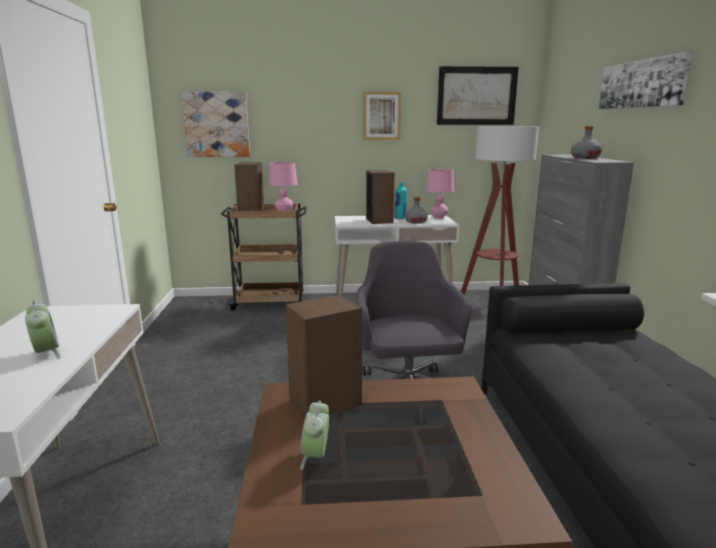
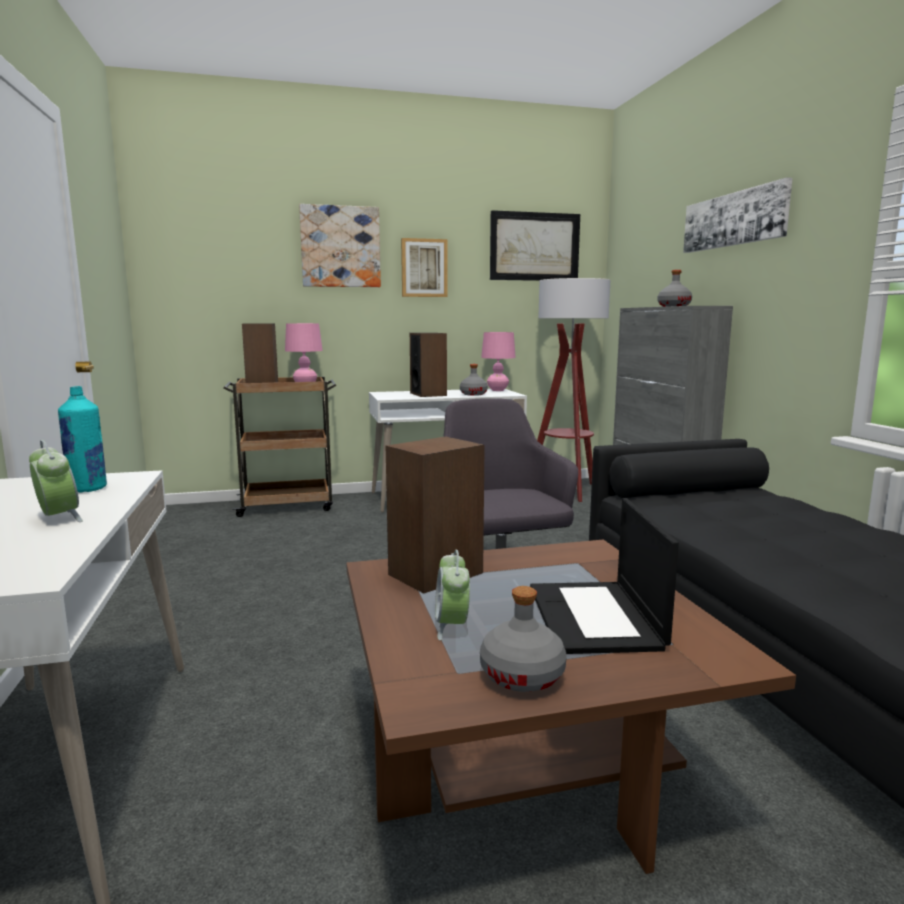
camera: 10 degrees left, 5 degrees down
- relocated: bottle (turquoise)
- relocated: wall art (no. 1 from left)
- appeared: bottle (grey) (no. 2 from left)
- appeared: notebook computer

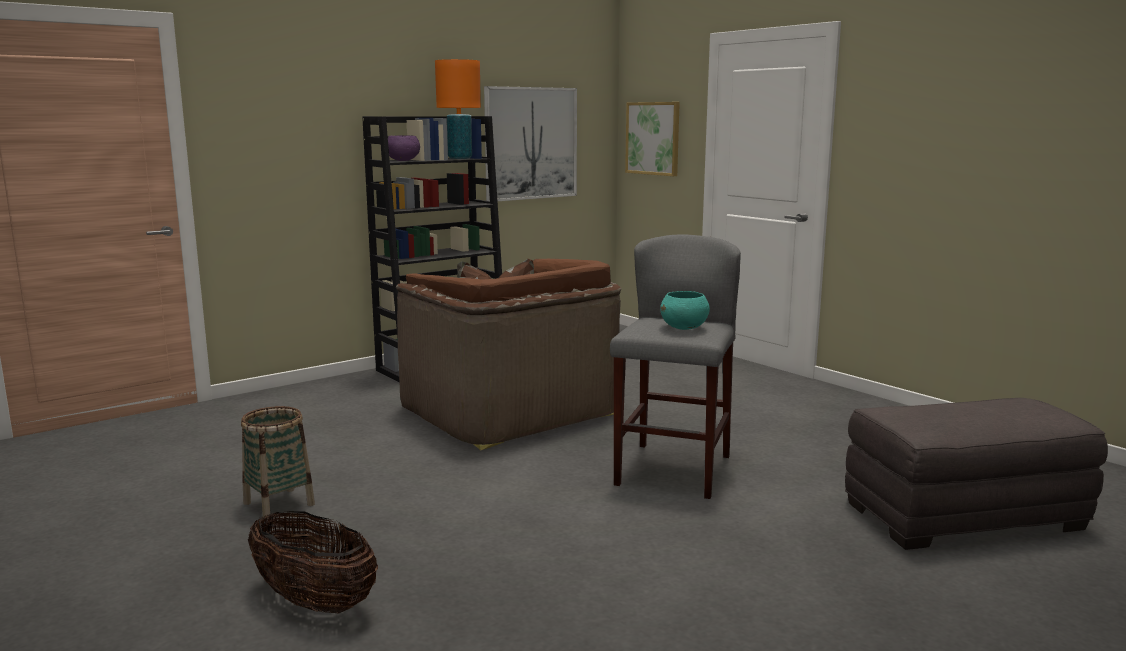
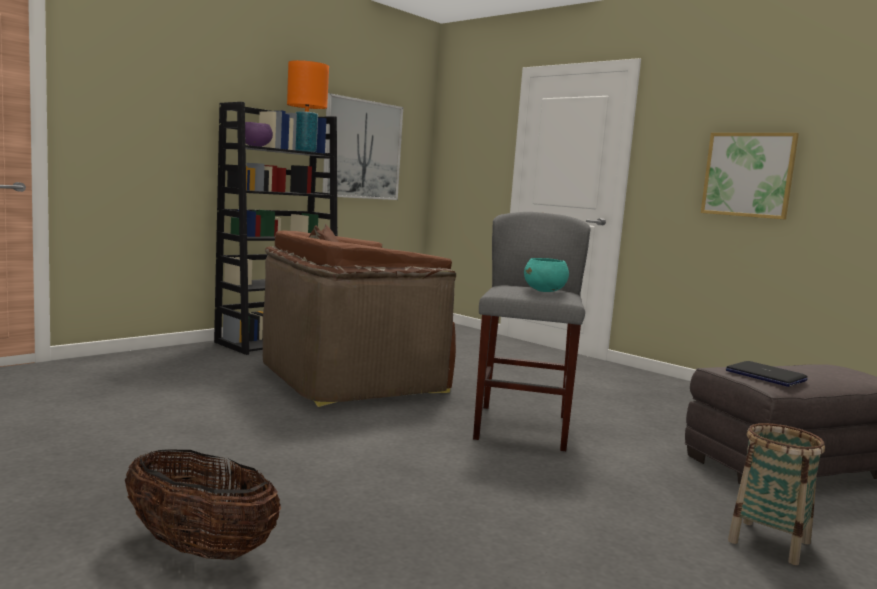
camera: 10 degrees left, 5 degrees down
- spun: armchair (brownish) 105 degrees clockwise
- relocated: wall art (no. 2 from left)
- appeared: notebook computer
- relocated: storage basket (no. 1 from left in the first image) to storage basket (no. 2 from left)

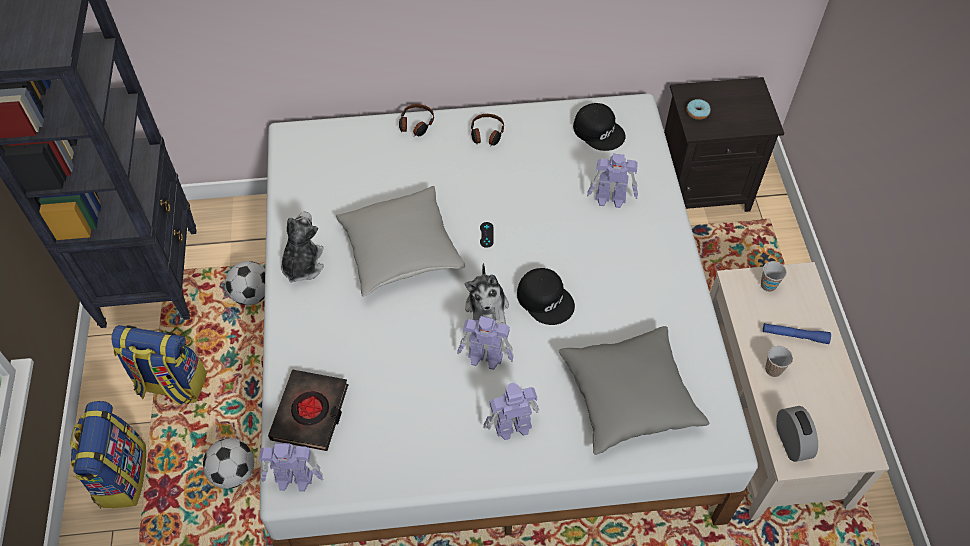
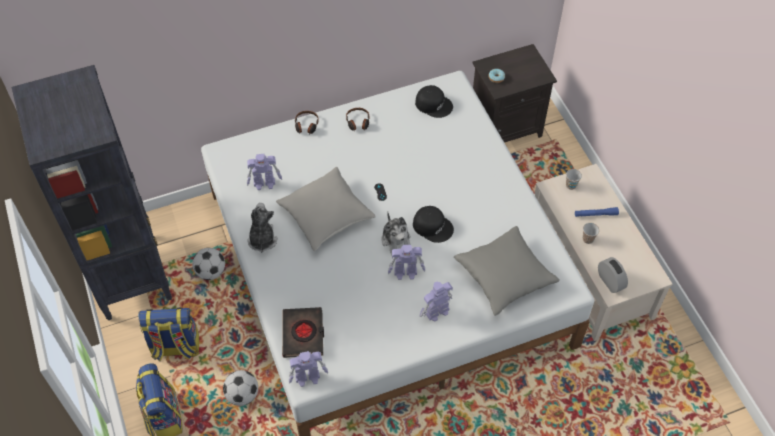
camera: 15 degrees left, 0 degrees up
- relocated: robot figure (no. 4 from left in the first image) to robot figure (no. 1 from left)

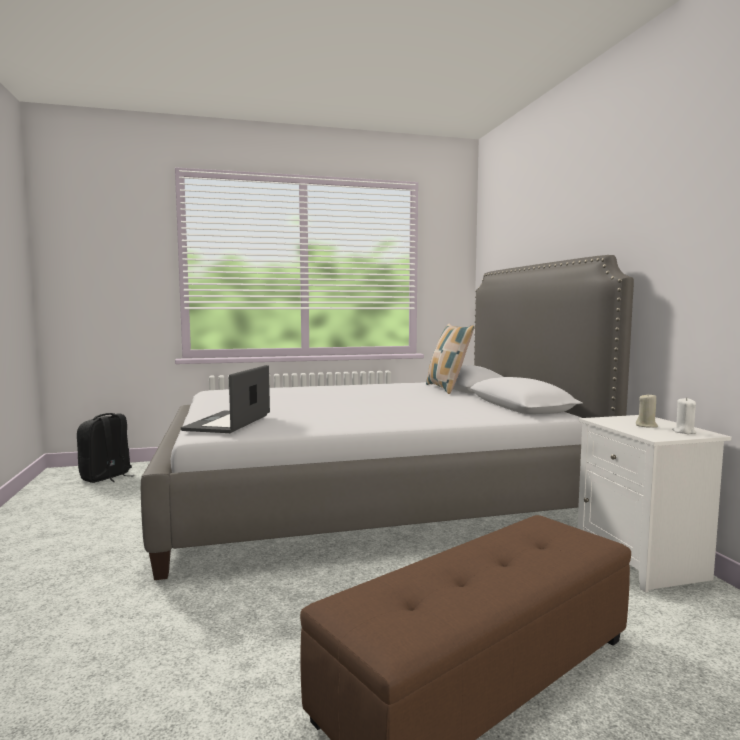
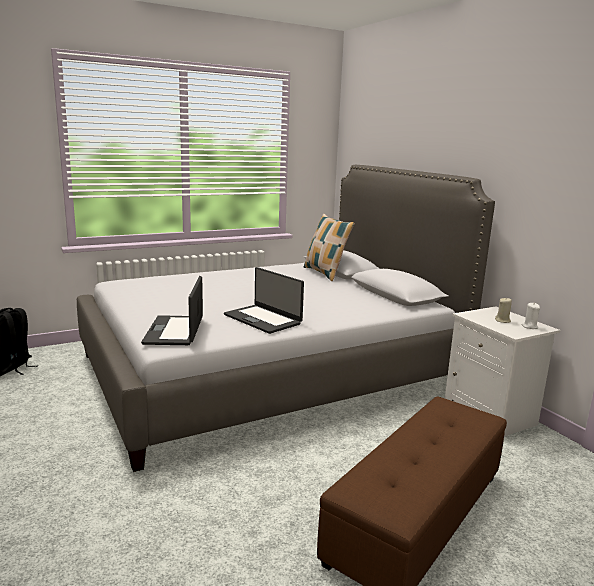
camera: 15 degrees left, 10 degrees up
- appeared: notebook computer (no. 2 from left)

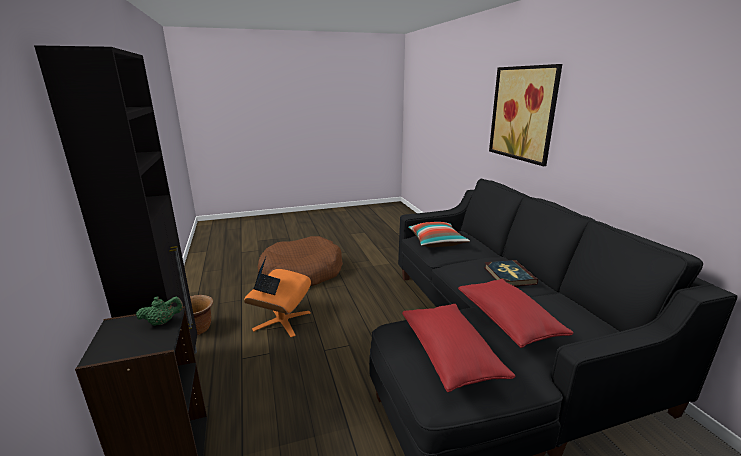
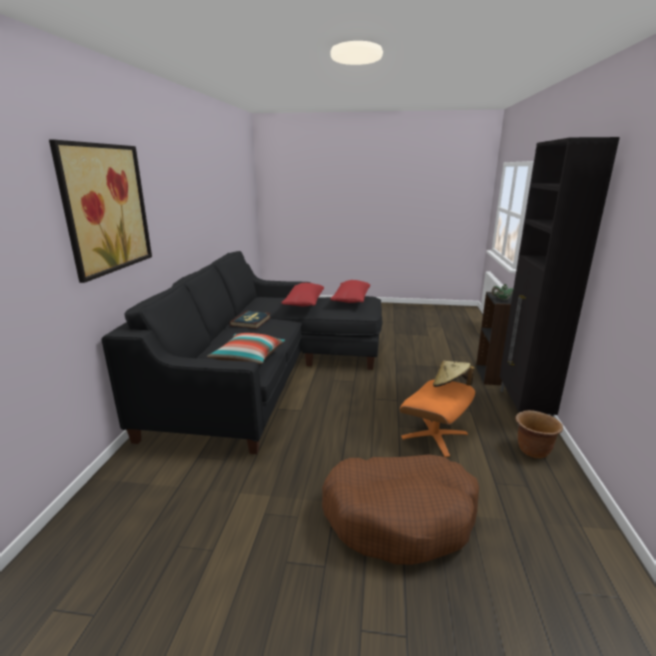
camera: 155 degrees left, 0 degrees up
- exchanged: notebook computer to hat (beige)

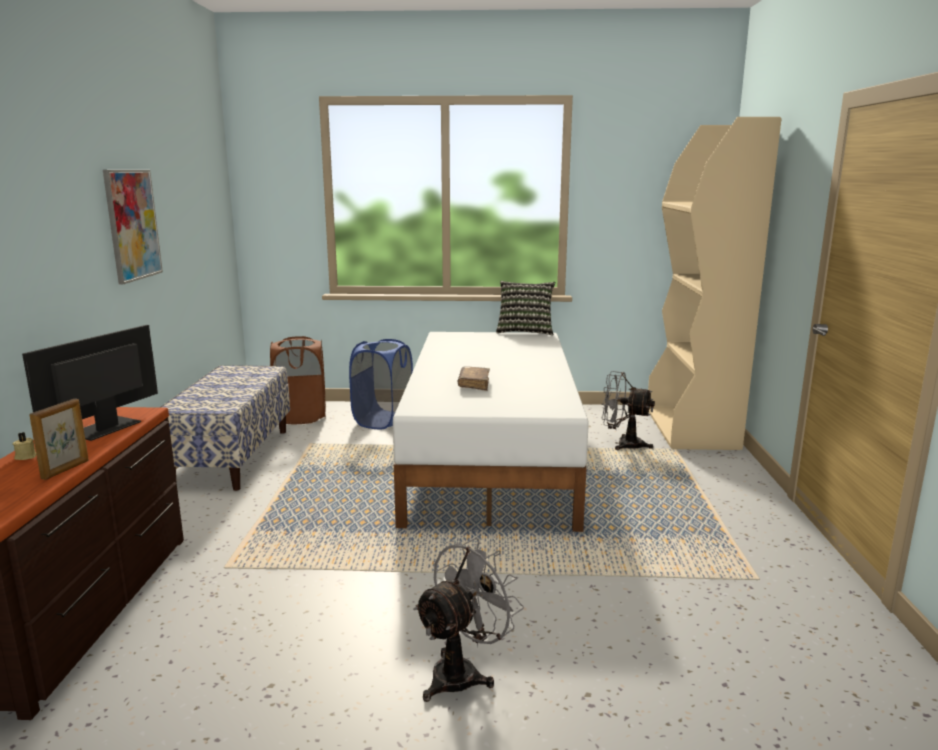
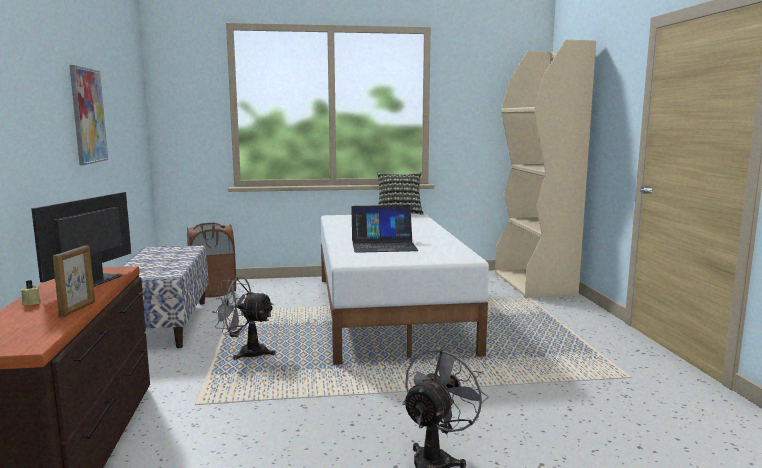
camera: 10 degrees left, 5 degrees down
- relocated: fan (grey) (no. 2 from left in the first image) to fan (grey) (no. 1 from left)
- exchanged: book (brownish) to notebook computer
- missing: washing basket (blue-coloured)

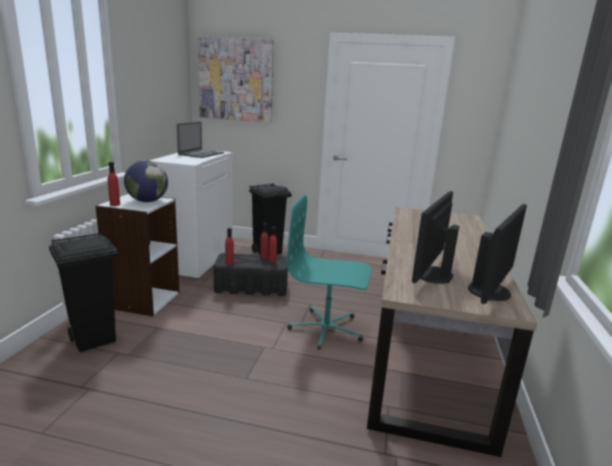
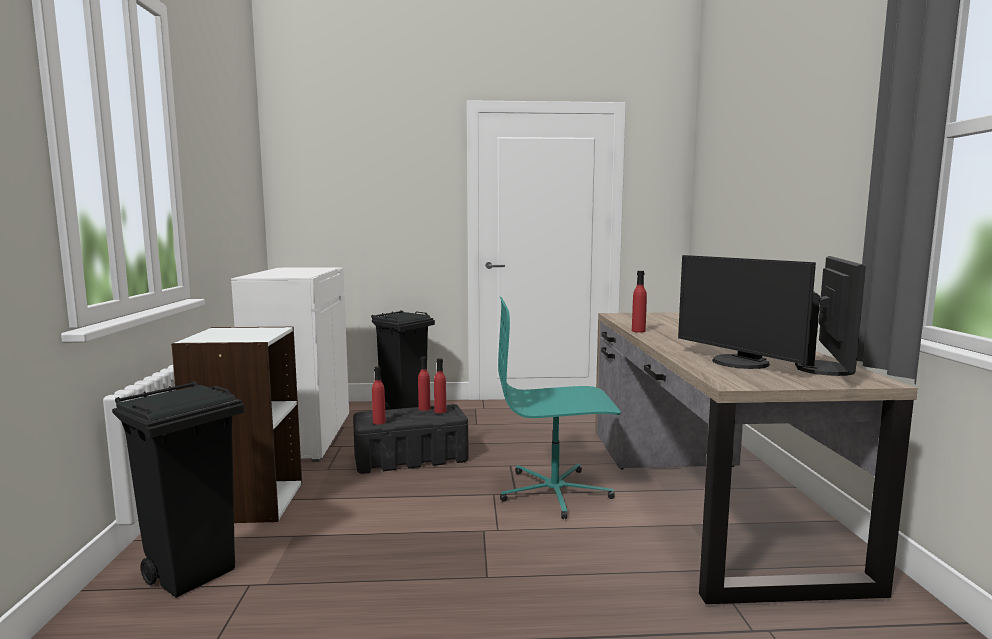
camera: 15 degrees left, 10 degrees down
- relocated: bottle (red) (no. 1 from left in the first image) to bottle (red) (no. 4 from left)
- spun: monitor (no. 1 from left) 45 degrees counterclockwise
- missing: world globe
- missing: notebook computer
- missing: wall art

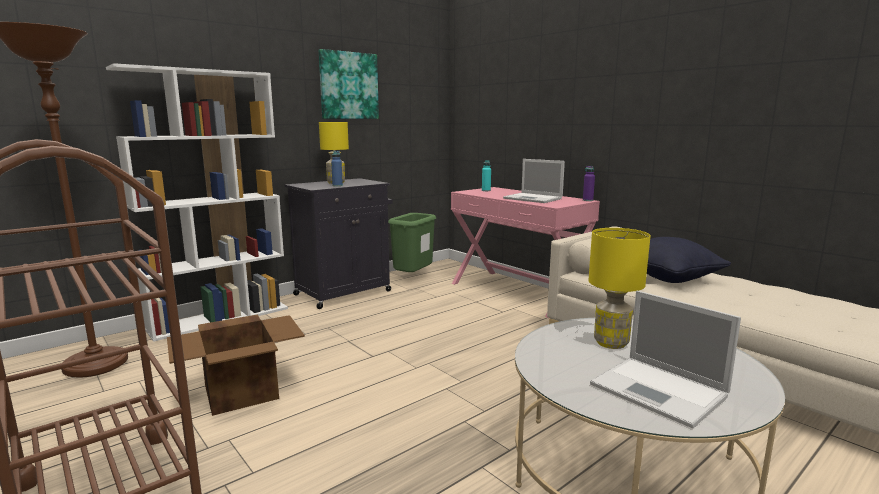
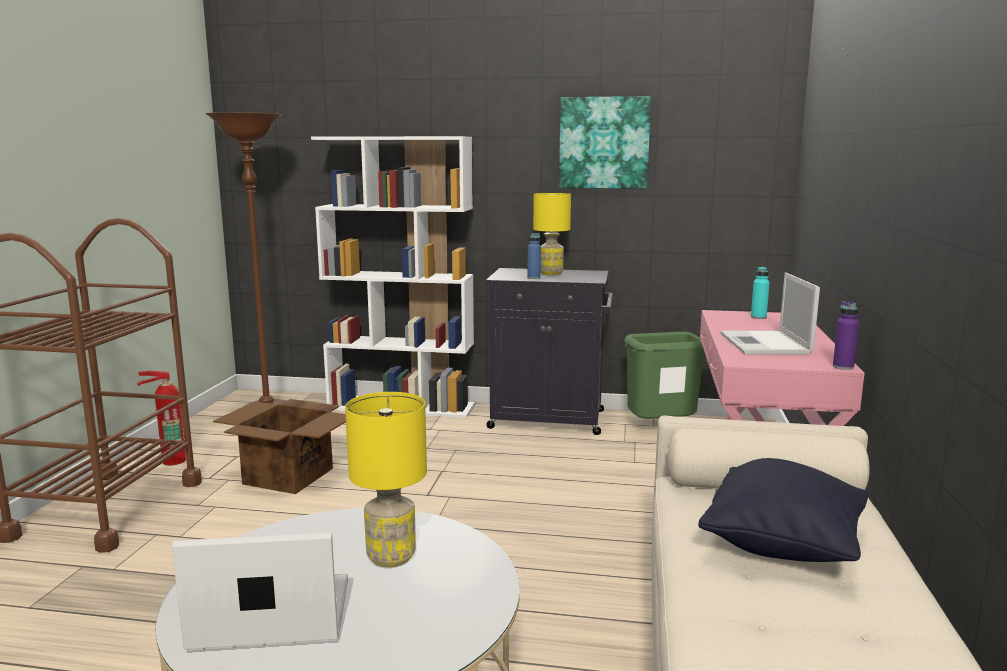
camera: 50 degrees right, 0 degrees up
- appeared: fire extinguisher
- spun: notebook computer (no. 2 from left in the first image) 75 degrees clockwise

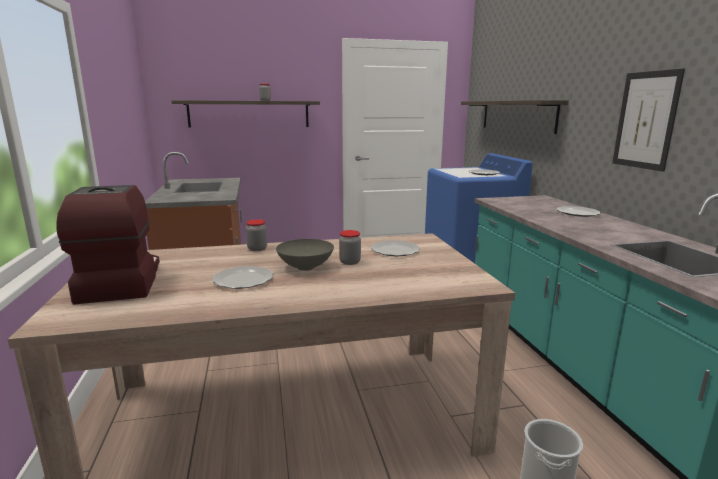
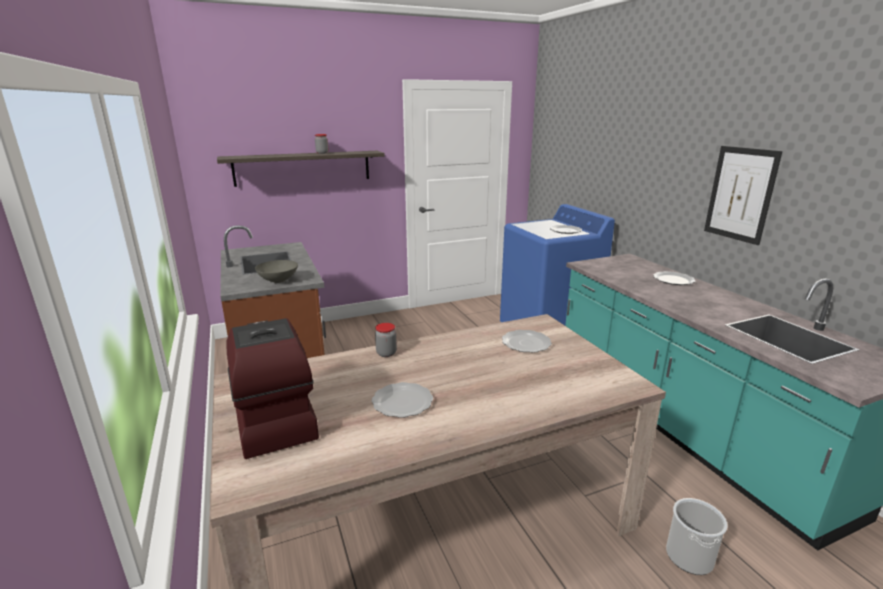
camera: 10 degrees left, 5 degrees up
- relocated: bowl (grey)
- missing: jar (no. 3 from left)
- missing: wall shelf (no. 2 from left)

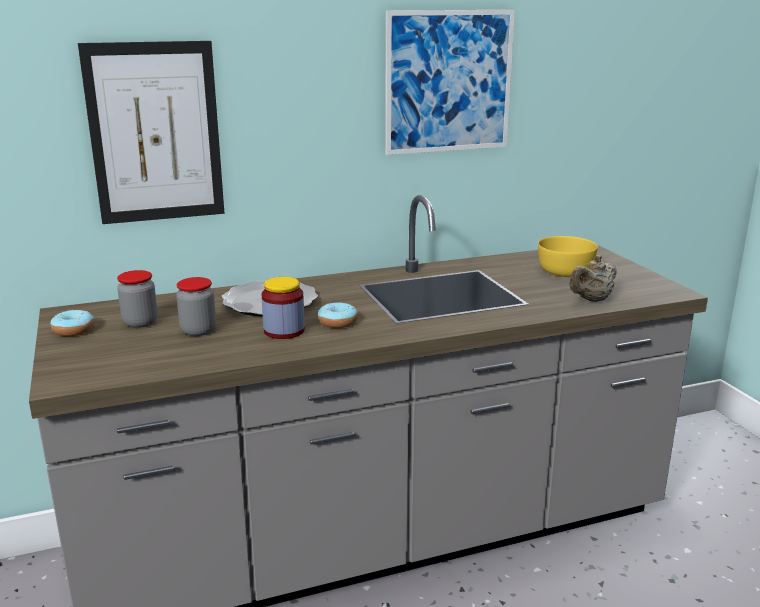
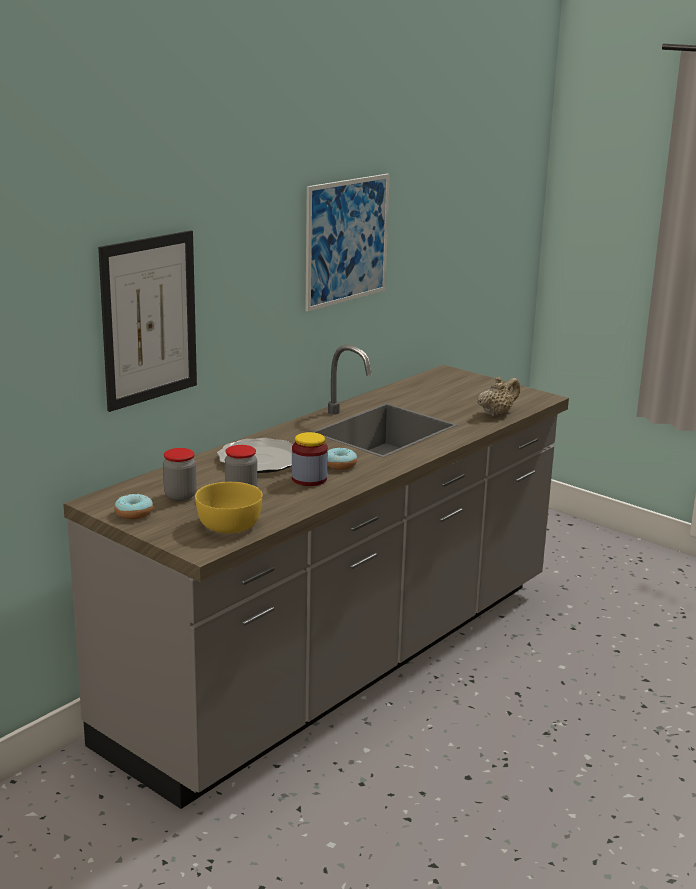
camera: 30 degrees left, 0 degrees up
- relocated: bowl (yellow-coloured)
- spun: teapot (beige) 150 degrees counterclockwise

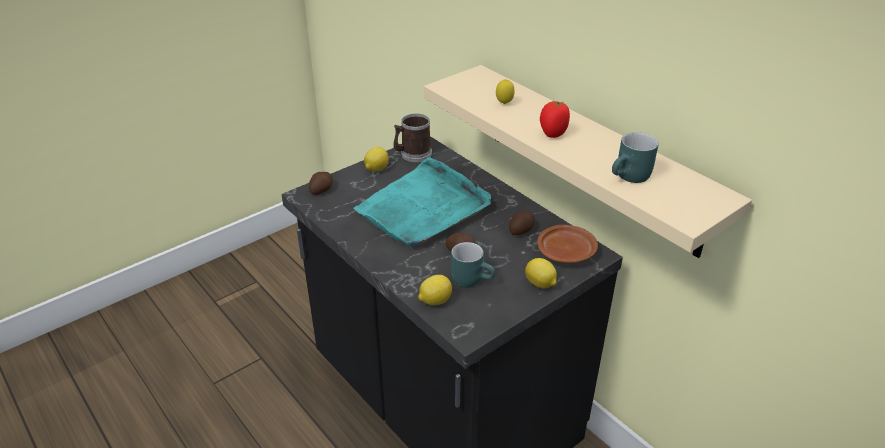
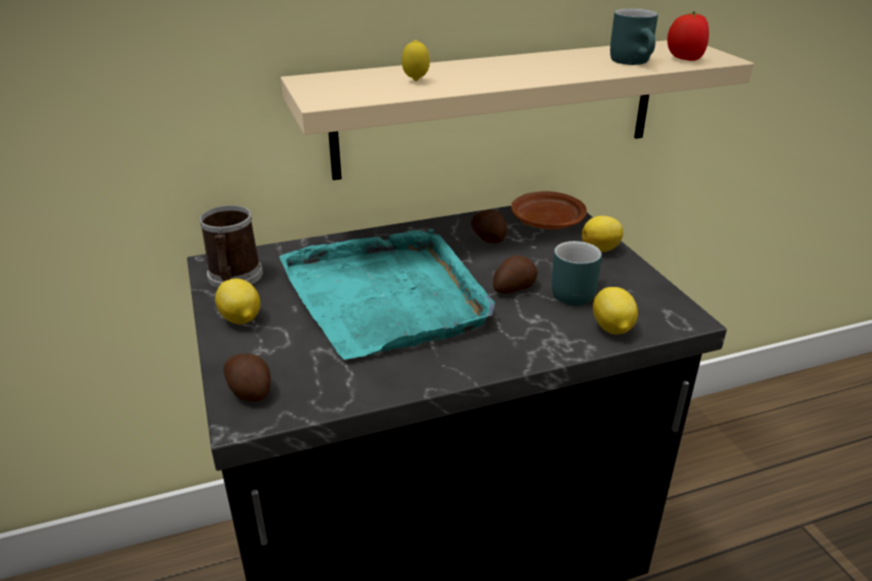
camera: 70 degrees left, 5 degrees down
- relocated: whole tomato

